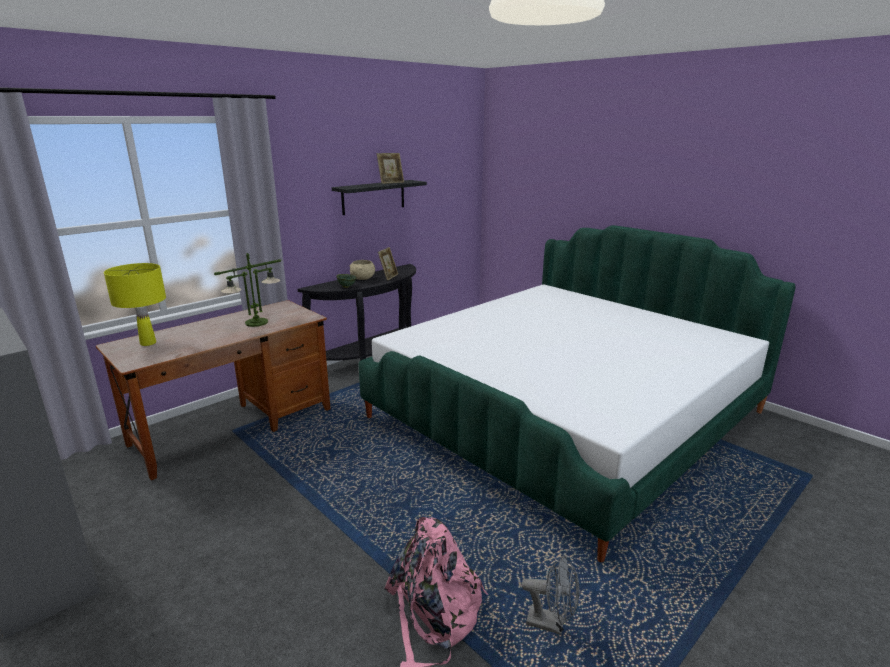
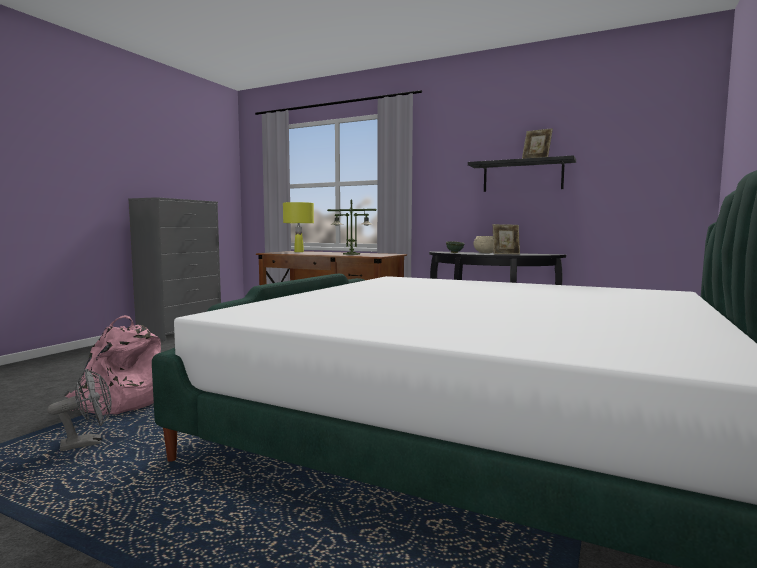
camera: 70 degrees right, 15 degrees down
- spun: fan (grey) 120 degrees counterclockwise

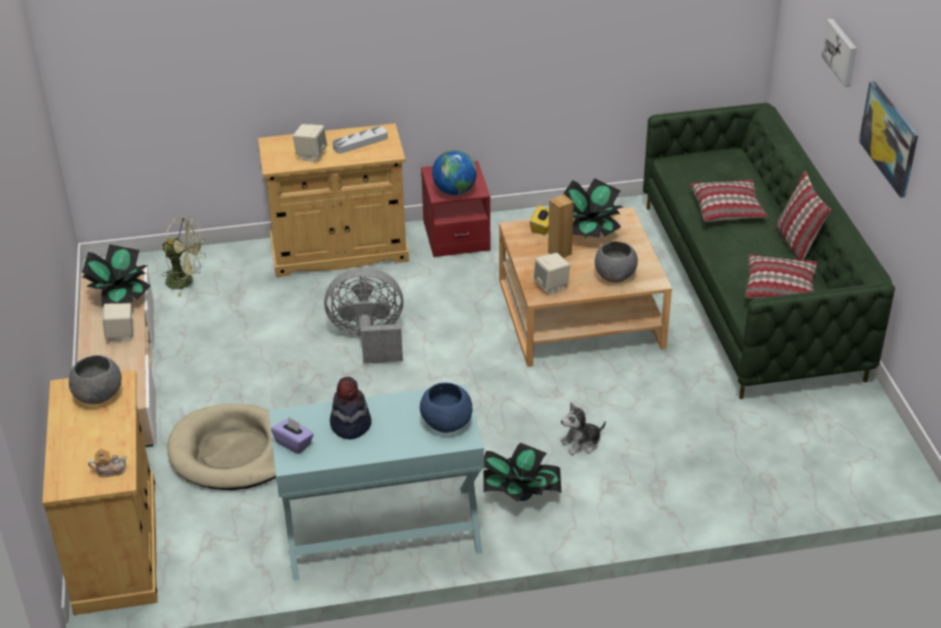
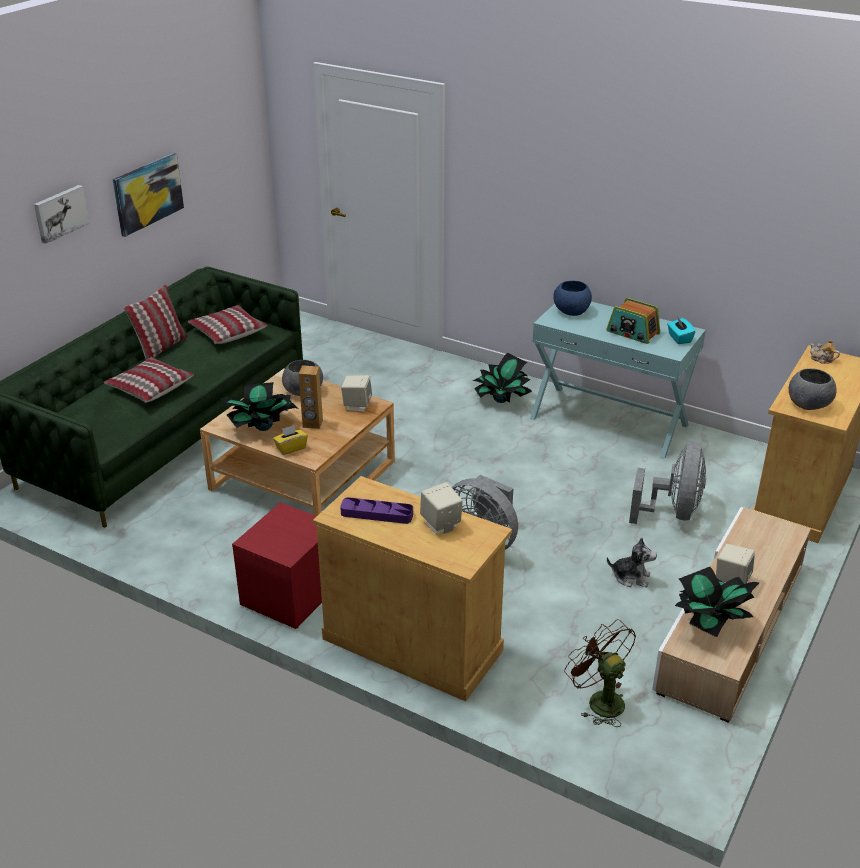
camera: 140 degrees left, 5 degrees down
- colour: serving tray (grey) to serving tray (purple-coloured)
- colour: fan (greenish) to fan (brownish)
- exchanged: hat to radio set
- relocated: cuddly toy
- exchanged: dog bed (beige) to fan (grey) (no. 2 from left)
- colour: tissue box (purple-coloured) to tissue box (turquoise)
- missing: world globe

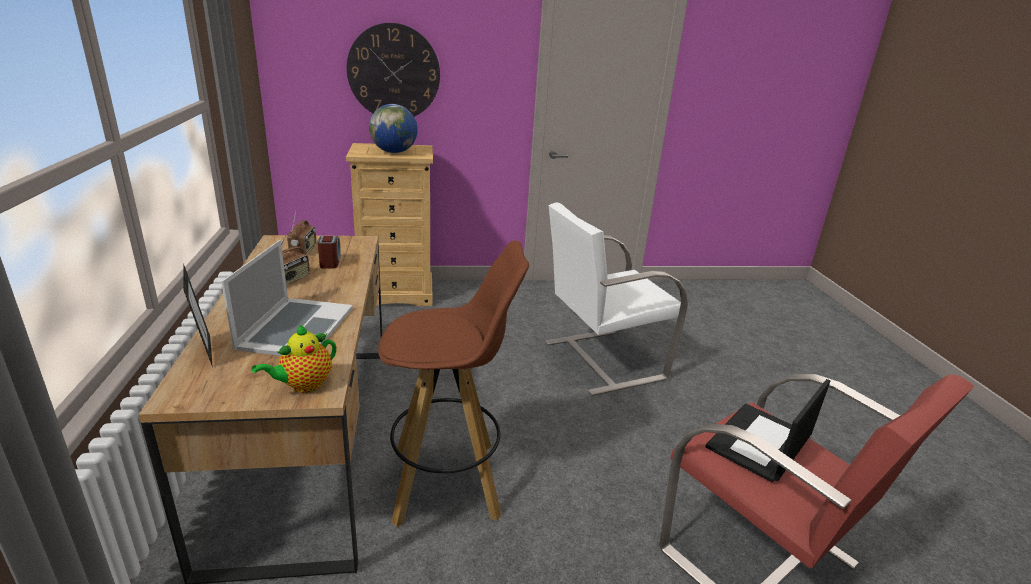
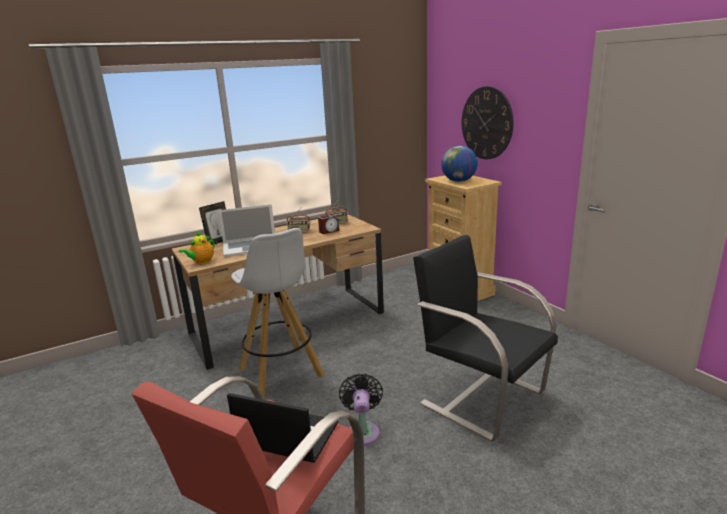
camera: 70 degrees right, 5 degrees down
- spun: teapot 75 degrees counterclockwise
- colour: sitting stool (brownish) to sitting stool (white)
- appeared: fan (black-coloured)
- colour: armchair (white) to armchair (black-coloured)

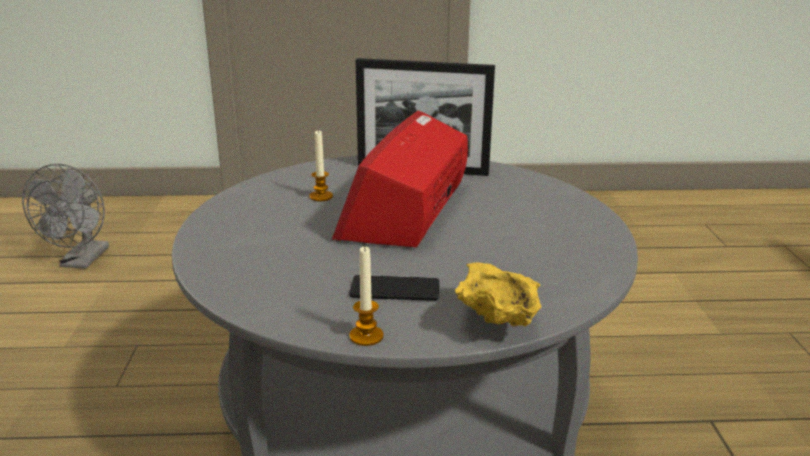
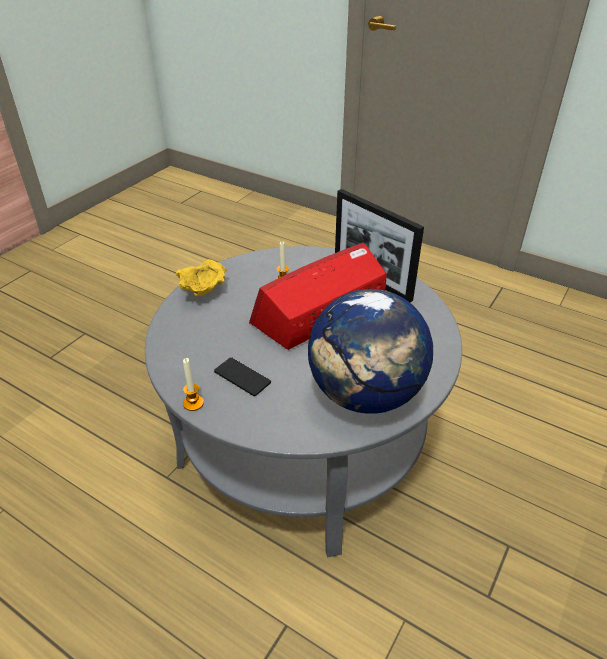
camera: 35 degrees right, 15 degrees up
- relocated: bowl (yellow-coloured)
- appeared: world globe
- missing: fan (grey)

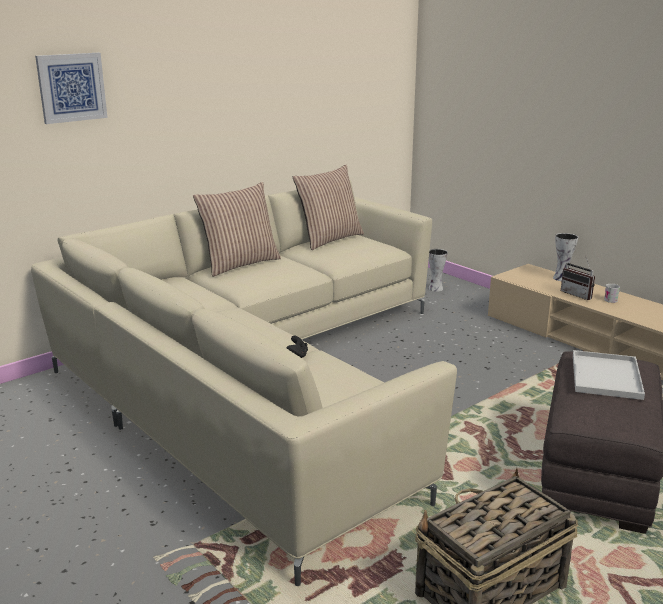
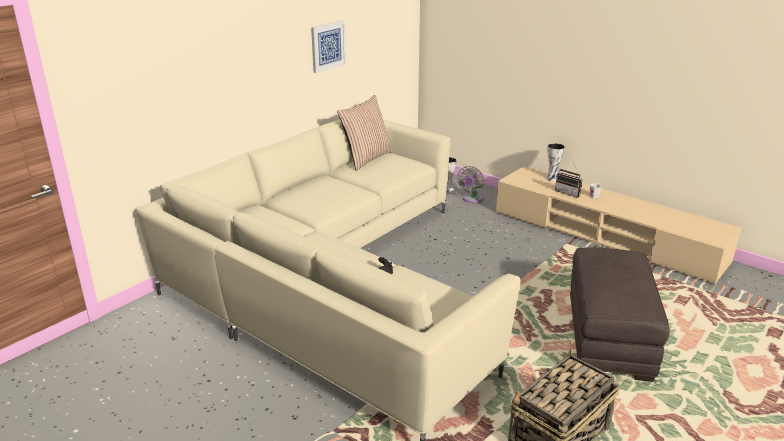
camera: 10 degrees left, 5 degrees up
- relocated: wall art
- appeared: fan (grey)
- missing: throw pillow (no. 1 from left)
- missing: serving tray (white)

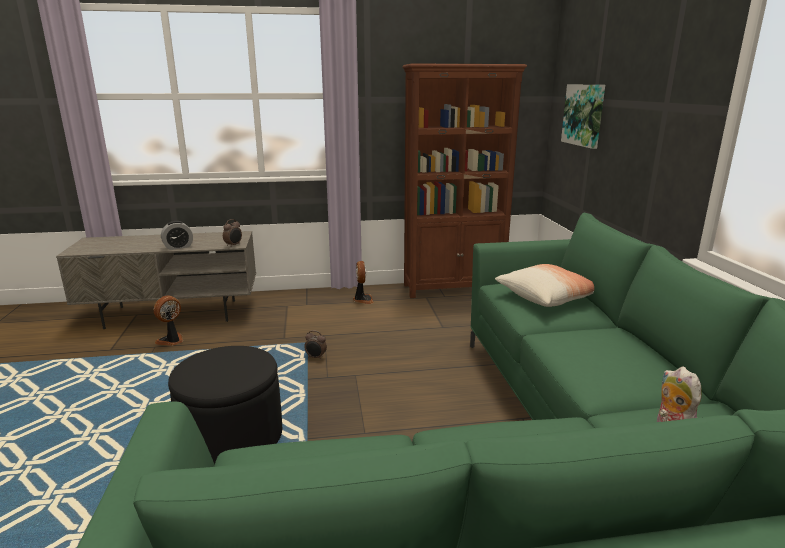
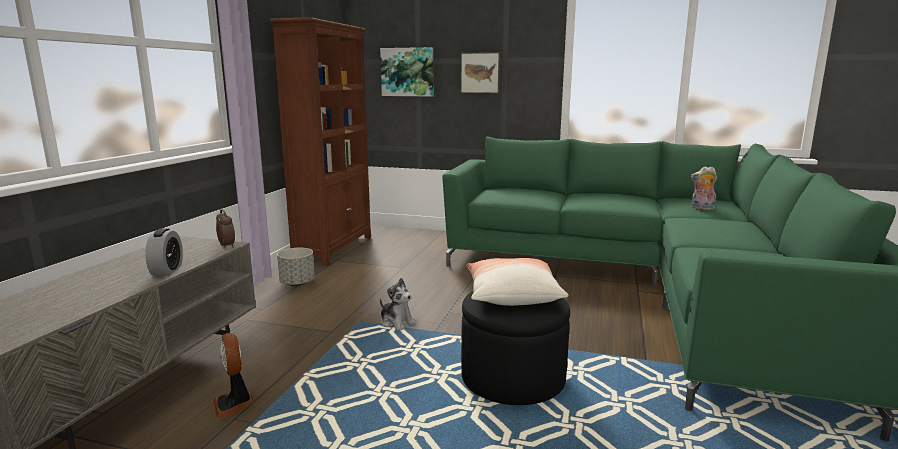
camera: 65 degrees left, 5 degrees down
- exchanged: fan (no. 2 from left) to flower pot (grey)
- exchanged: alarm clock (no. 3 from left) to cuddly toy (no. 1 from left)
- appeared: wall art (no. 2 from left)
- relocated: throw pillow

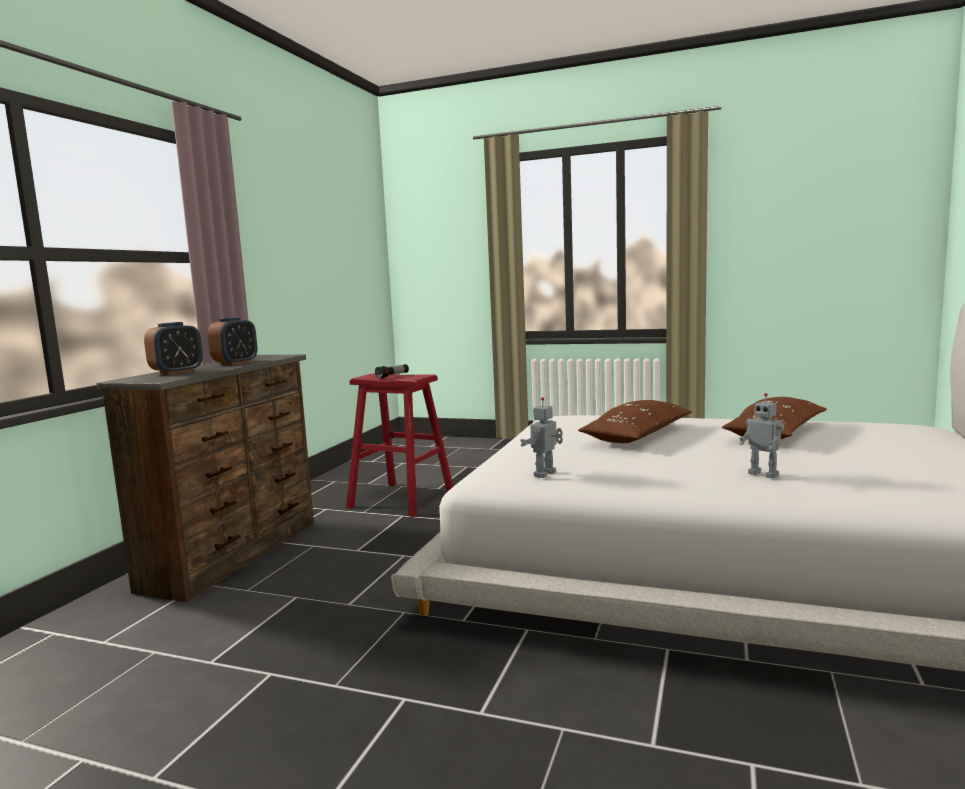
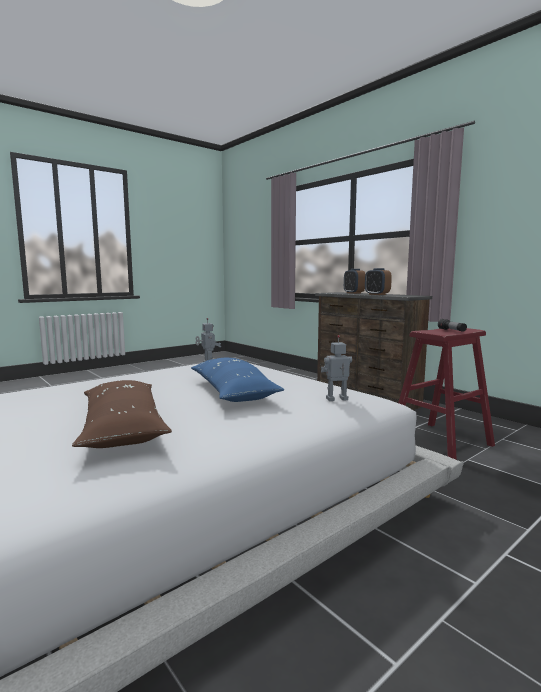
camera: 120 degrees right, 0 degrees up
- colour: throw pillow (brownish) (no. 1 from left) to throw pillow (blue-coloured)
- relocated: robot figure (no. 2 from left)

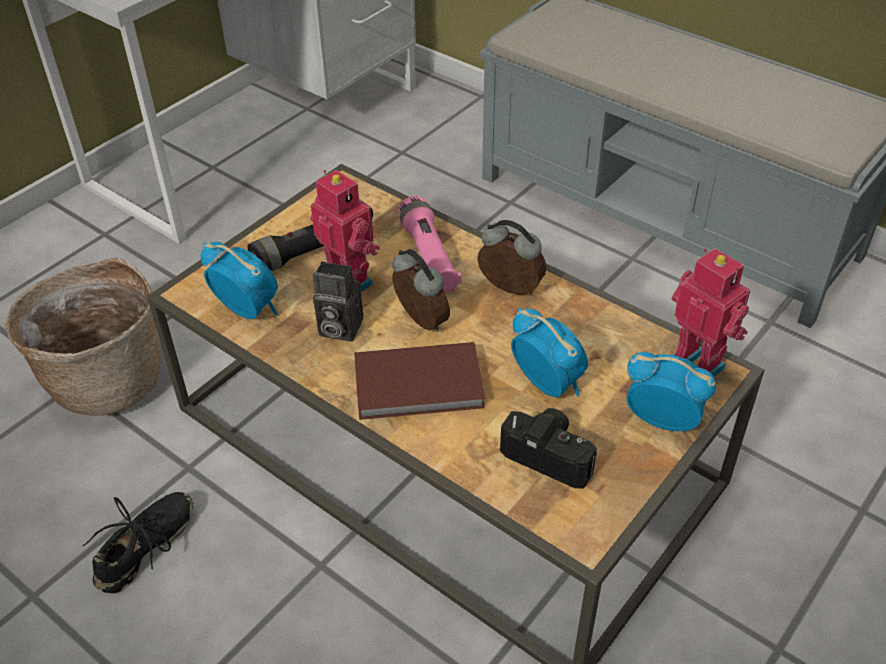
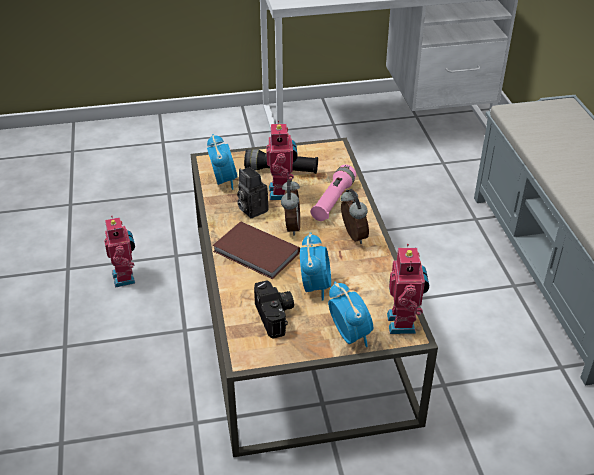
camera: 40 degrees right, 5 degrees down
- exchanged: item of footwear (black-coloured) to robot figure (no. 1 from left)
- missing: storage basket

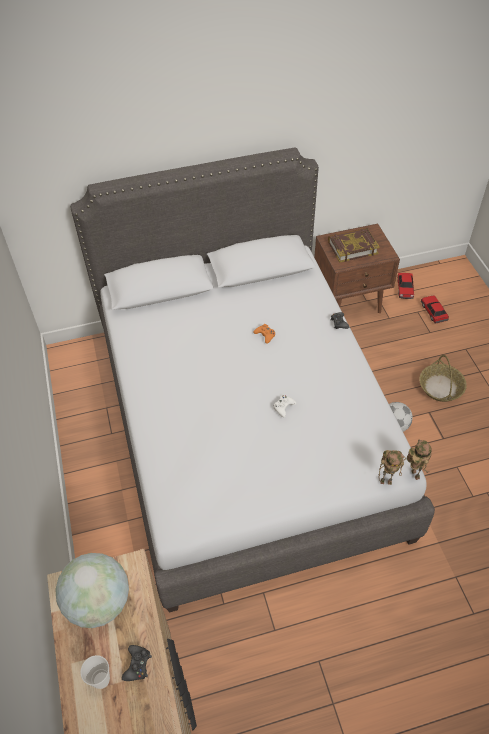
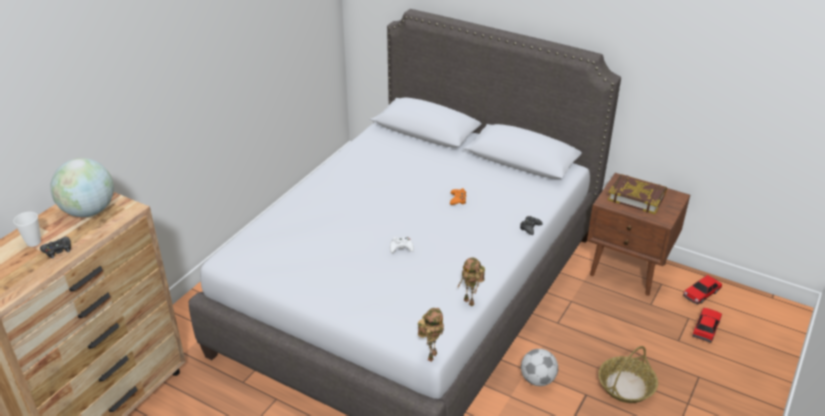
camera: 45 degrees right, 15 degrees down
- relocated: robot figure (no. 1 from left in the first image) to robot figure (no. 2 from left)

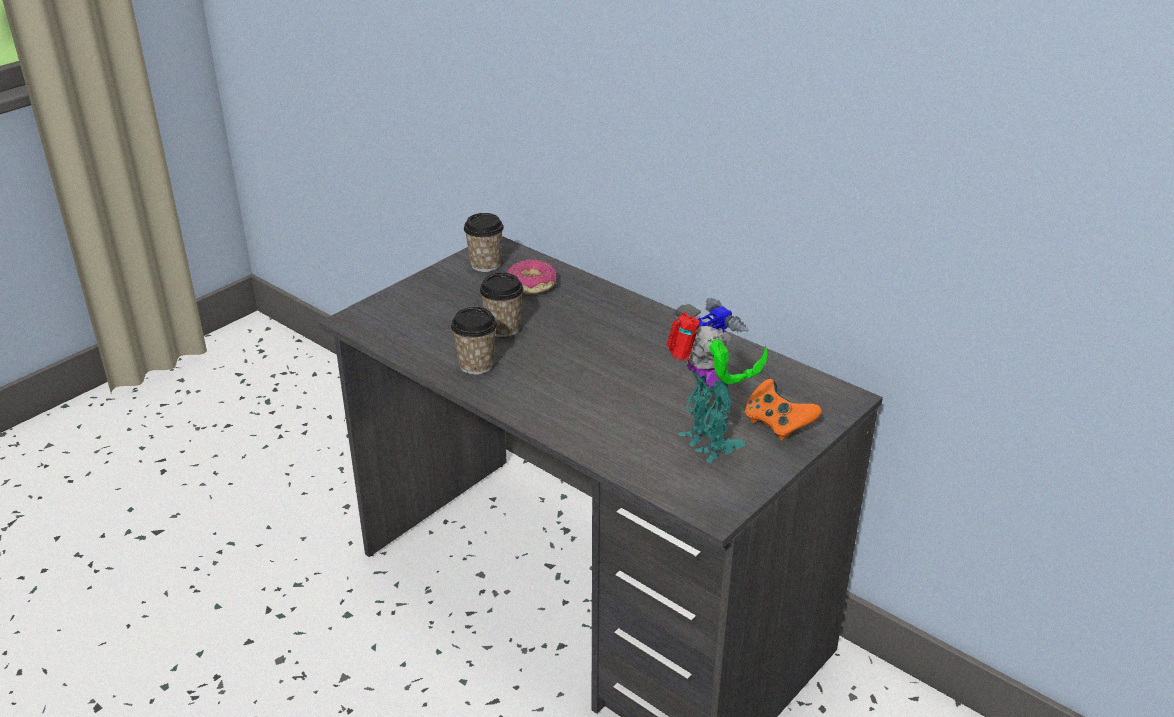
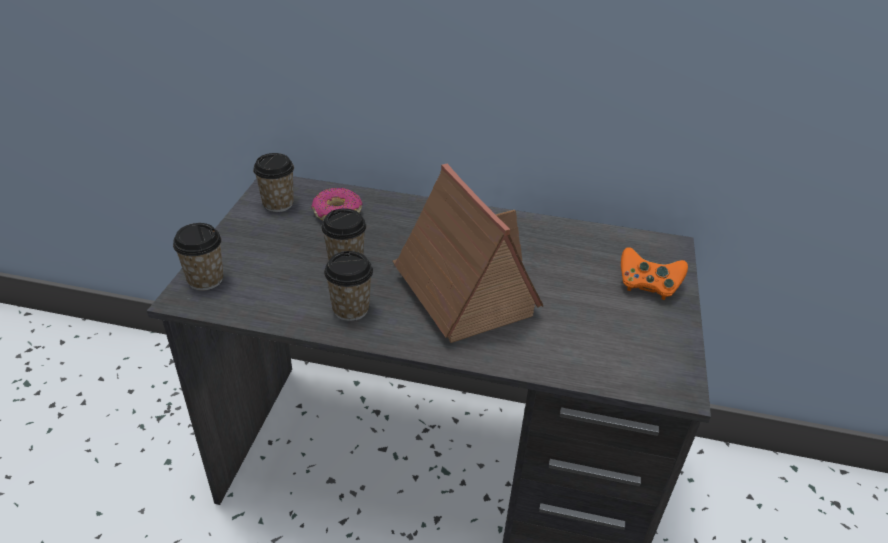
camera: 30 degrees left, 5 degrees up
- appeared: cup (no. 1 from left)
- appeared: miniature house
- missing: robot figure

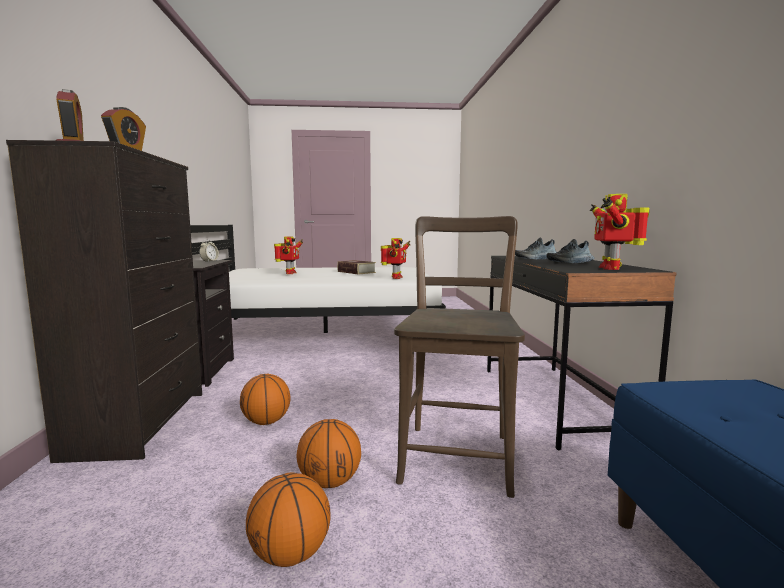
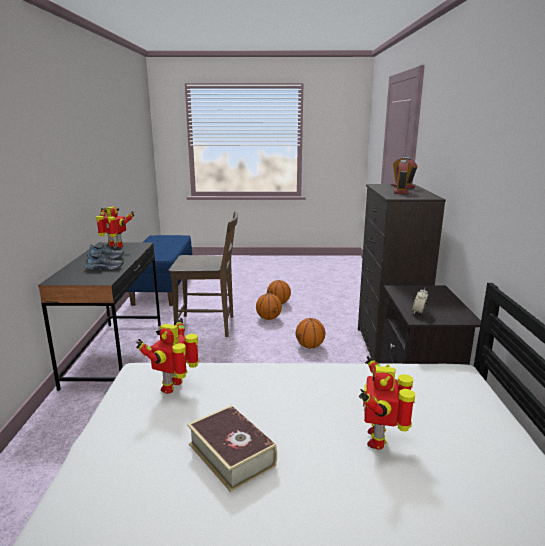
camera: 175 degrees left, 10 degrees up
- spun: robot figure (no. 3 from left in the first image) 90 degrees counterclockwise
- spun: upright chair (brownish) 105 degrees counterclockwise

